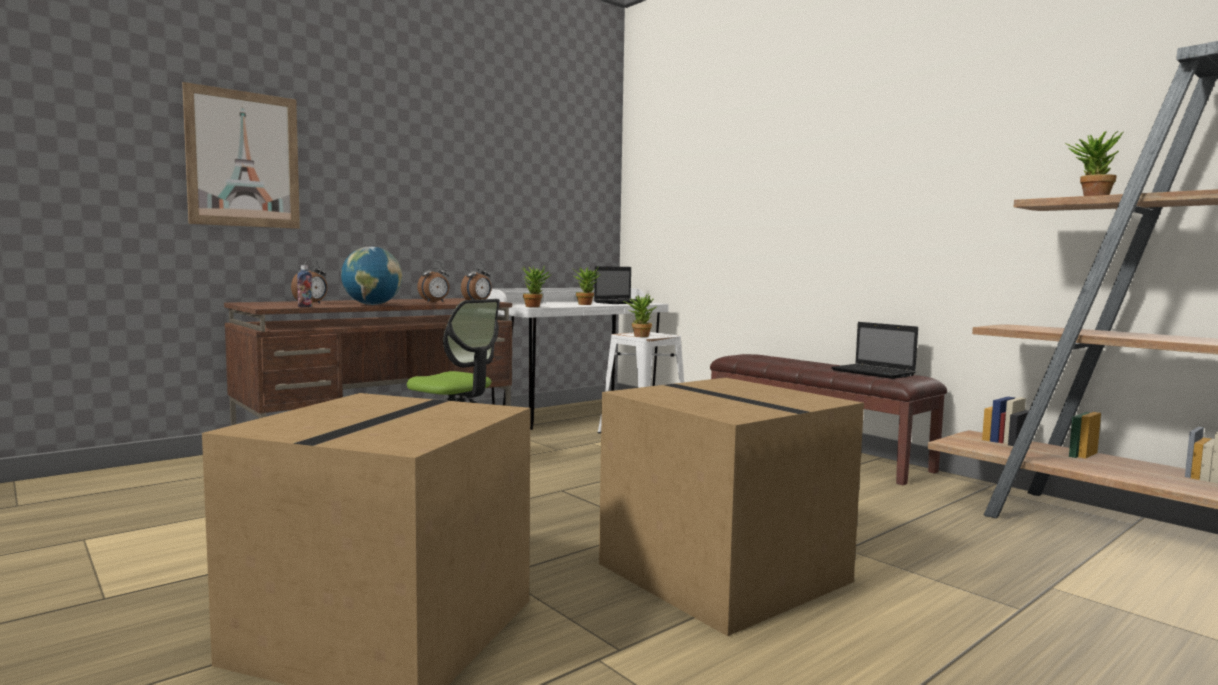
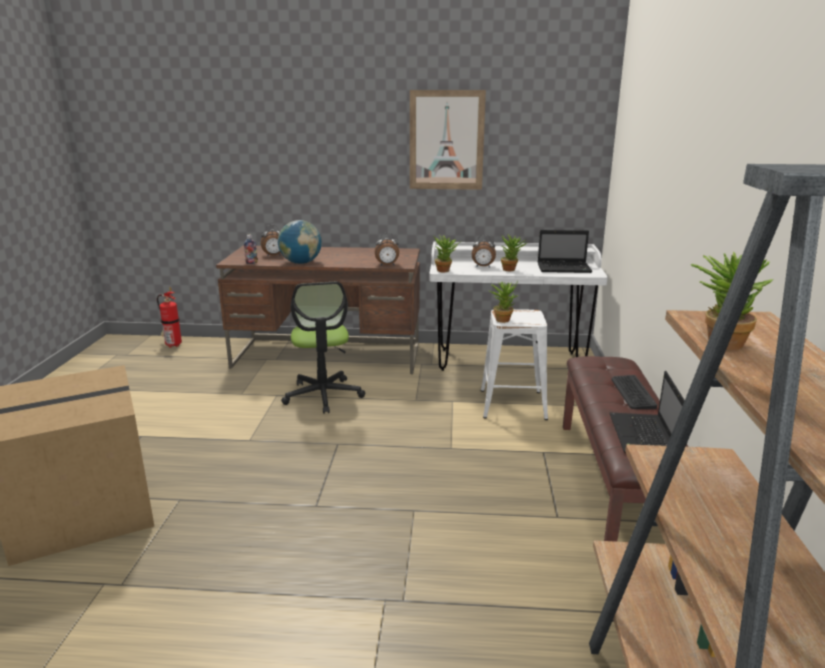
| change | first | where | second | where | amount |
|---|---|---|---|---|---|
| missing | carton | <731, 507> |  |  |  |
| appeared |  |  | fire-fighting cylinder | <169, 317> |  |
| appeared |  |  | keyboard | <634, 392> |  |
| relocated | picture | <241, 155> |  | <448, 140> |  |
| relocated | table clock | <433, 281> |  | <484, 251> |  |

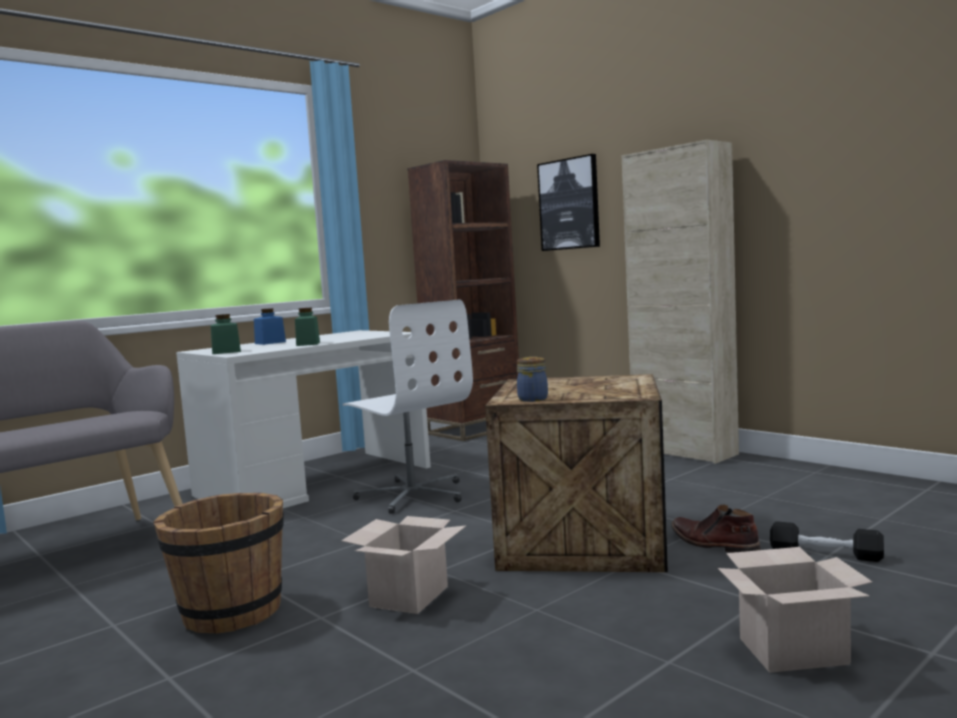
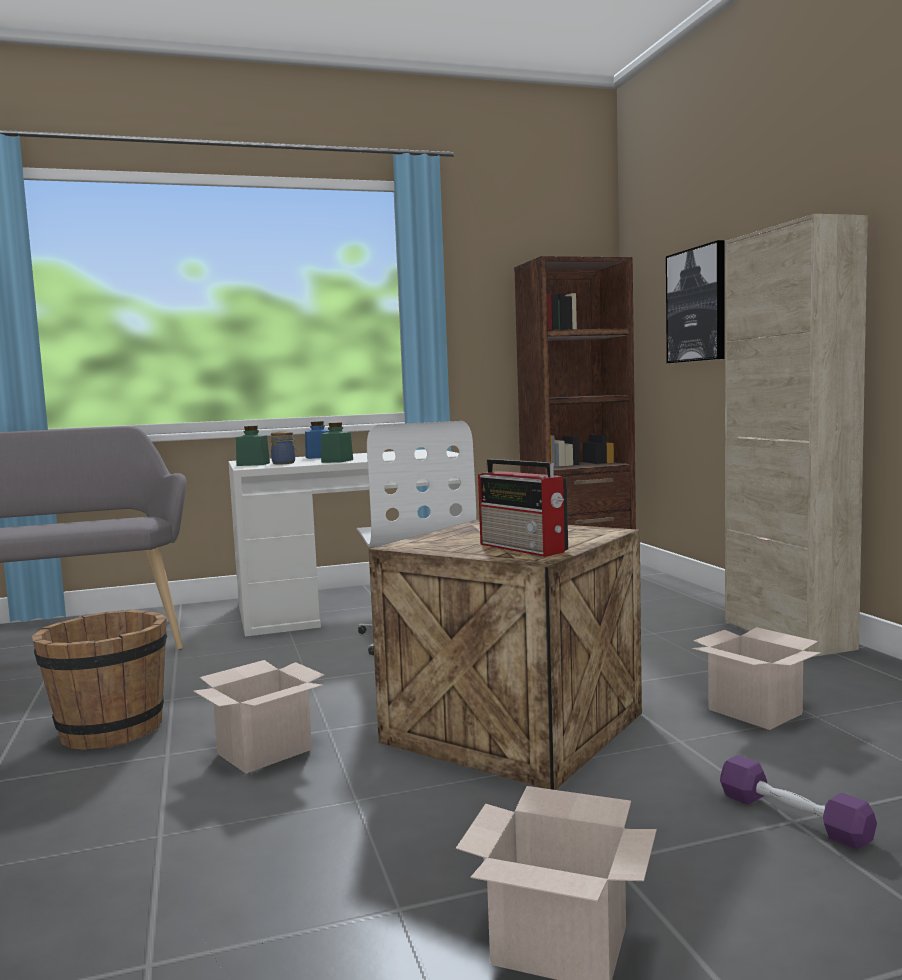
| change | first | where | second | where | amount |
|---|---|---|---|---|---|
| missing | boot in brown | <716, 529> |  |  |  |
| appeared |  |  | radio | <523, 508> |  |
| appeared |  |  | carton | <756, 678> |  |
| relocated | storage jar | <532, 379> |  | <284, 447> |  |
| colour | free weight in black-coloured | <827, 541> | free weight in purple-coloured | <798, 802> |  |

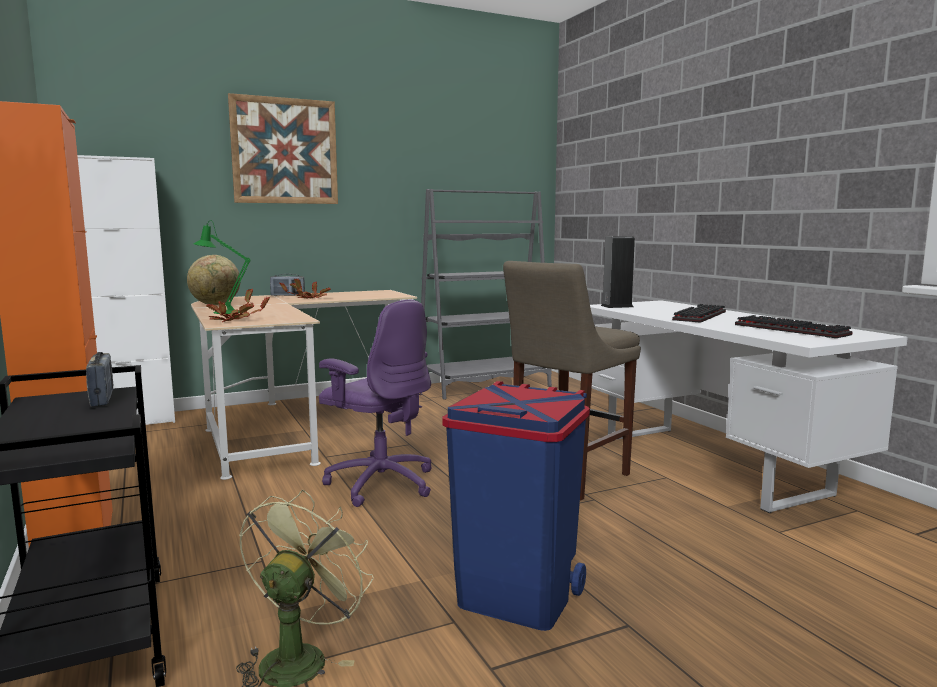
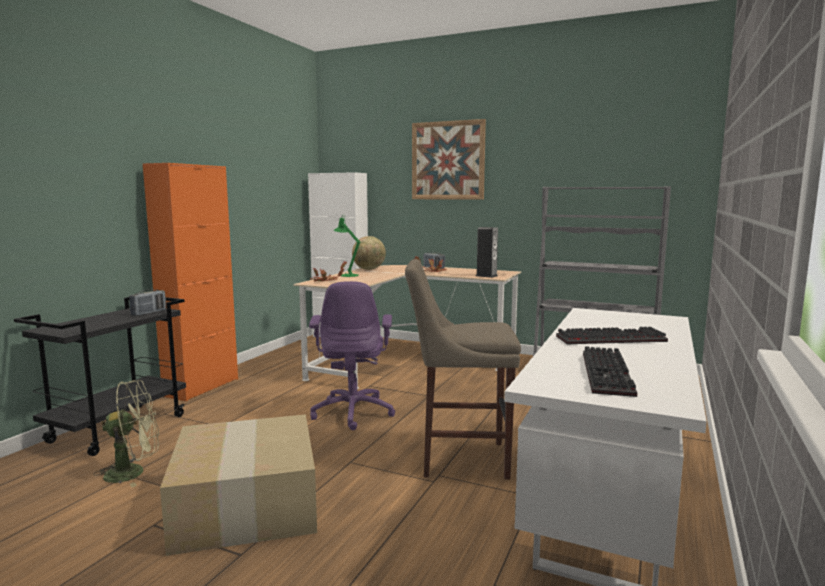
| change | first | where | second | where | amount |
|---|---|---|---|---|---|
| relocated | loudspeaker | <618, 272> |  | <487, 252> |  |
| exchanged | waste bin in blue | <516, 506> | carton | <238, 485> |  |

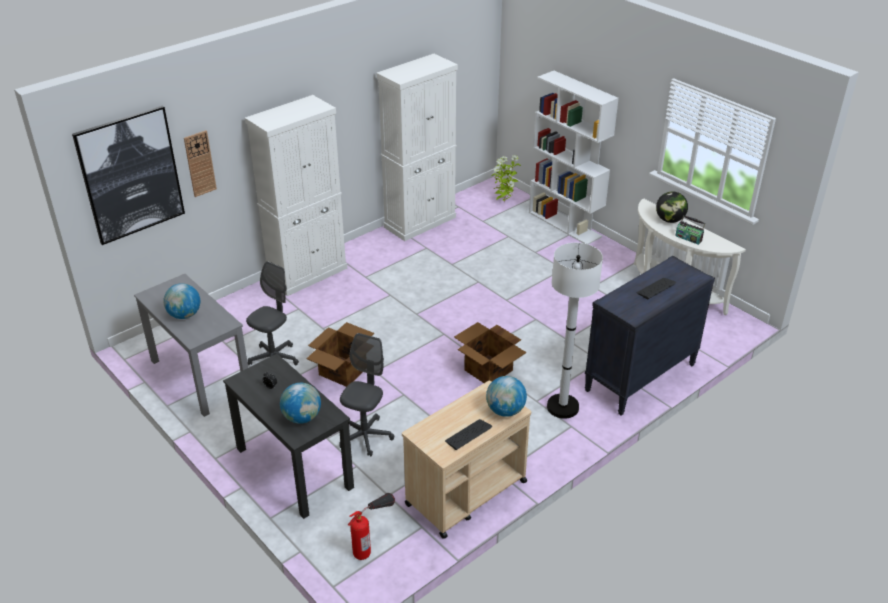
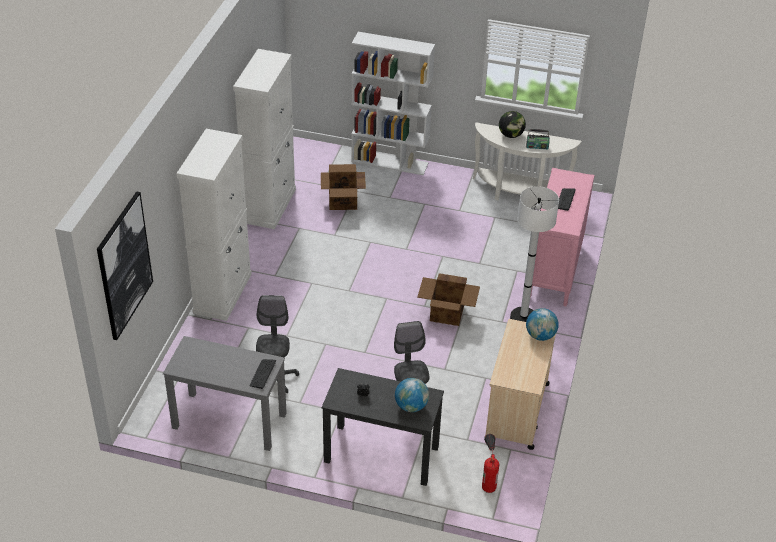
| change | first | where | second | where | amount |
|---|---|---|---|---|---|
| missing | world globe | <181, 301> |  |  |  |
| missing | hanging clock | <200, 163> |  |  |  |
| missing | potted plant | <506, 179> |  |  |  |
| relocated | carton | <340, 354> |  | <343, 187> |  |
| relocated | keyboard | <468, 434> |  | <262, 374> |  |
| colour | drawer chest in black-coloured | <650, 335> | drawer chest in pink-coloured | <562, 237> |  |

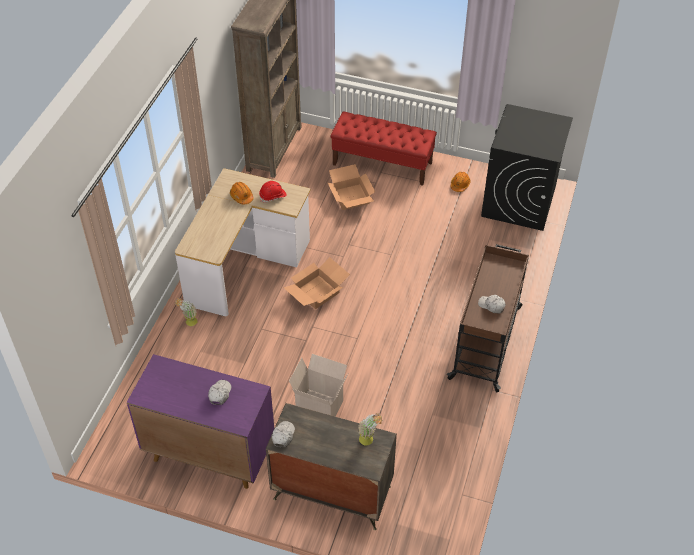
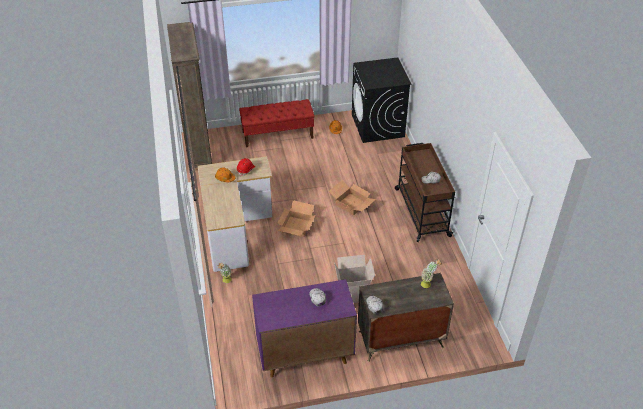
| change | first | where | second | where | amount |
|---|---|---|---|---|---|
| relocated | carton | <351, 187> |  | <352, 197> |  |

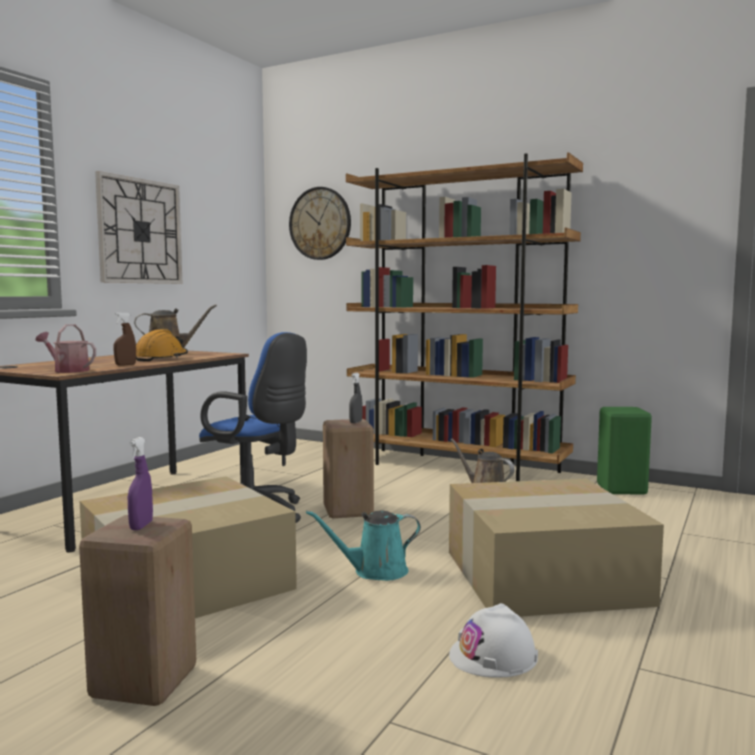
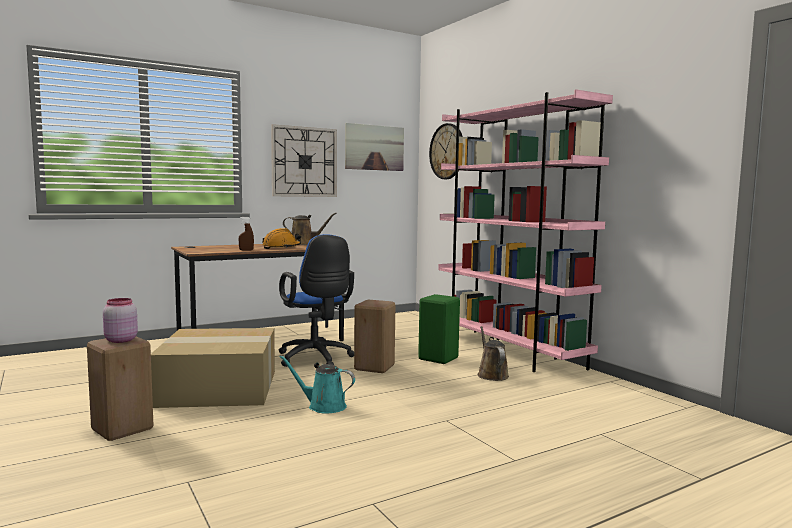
| change | first | where | second | where | amount |
|---|---|---|---|---|---|
| missing | sprinkling can | <65, 348> |  |  |  |
| missing | sprayer in grey | <355, 398> |  |  |  |
| missing | carton | <556, 547> |  |  |  |
| missing | hard hat in whitish | <493, 640> |  |  |  |
| appeared |  |  | picture | <374, 147> |  |
| relocated | stool seat in green | <624, 451> |  | <439, 329> |  |
| exchanged | sprayer in purple-coloured | <140, 483> | storage jar in pink-coloured | <120, 320> |  |
| colour | bookcase in brown | <464, 316> | bookcase in pink-coloured | <525, 231> |  |

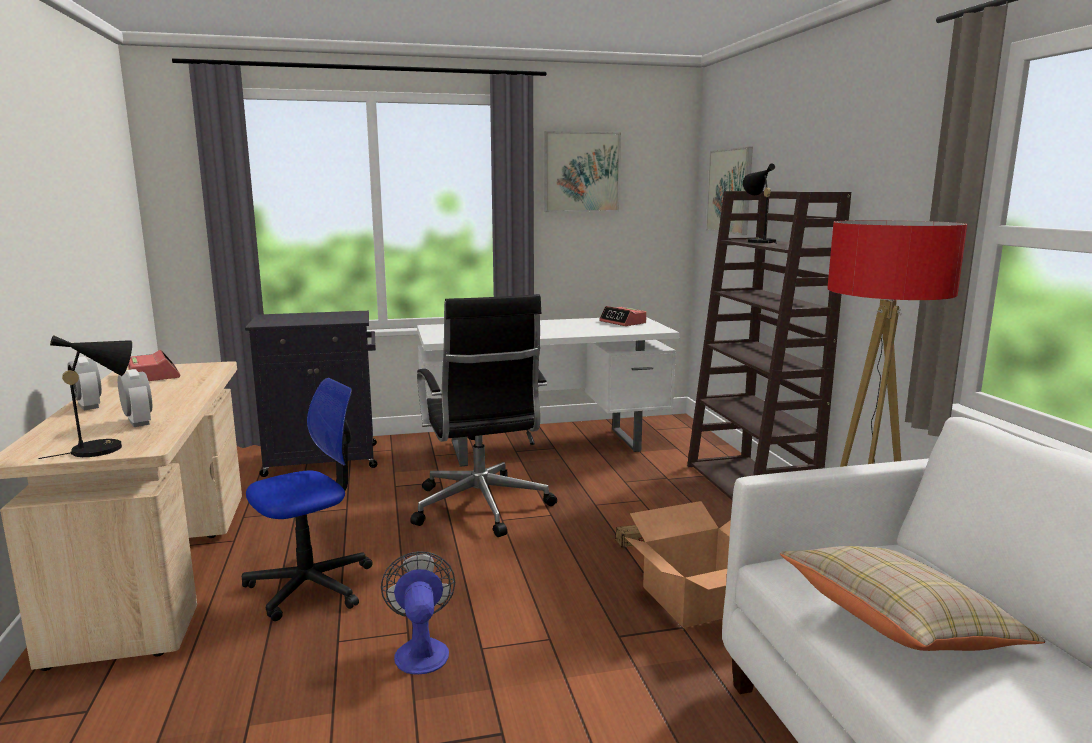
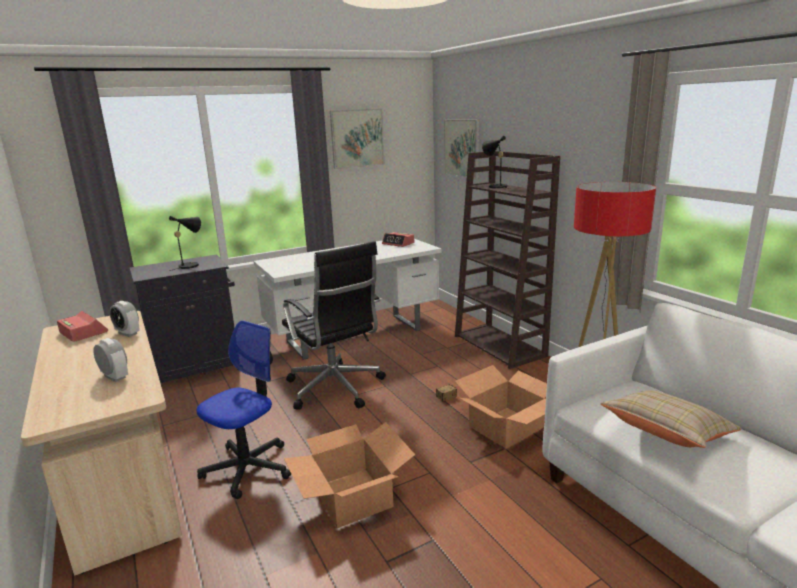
| change | first | where | second | where | amount |
|---|---|---|---|---|---|
| relocated | table lamp in black-coloured | <85, 397> |  | <185, 243> |  |
| relocated | table clock | <84, 383> |  | <124, 319> |  |
| exchanged | cooling fan | <418, 612> | carton | <349, 475> |  |

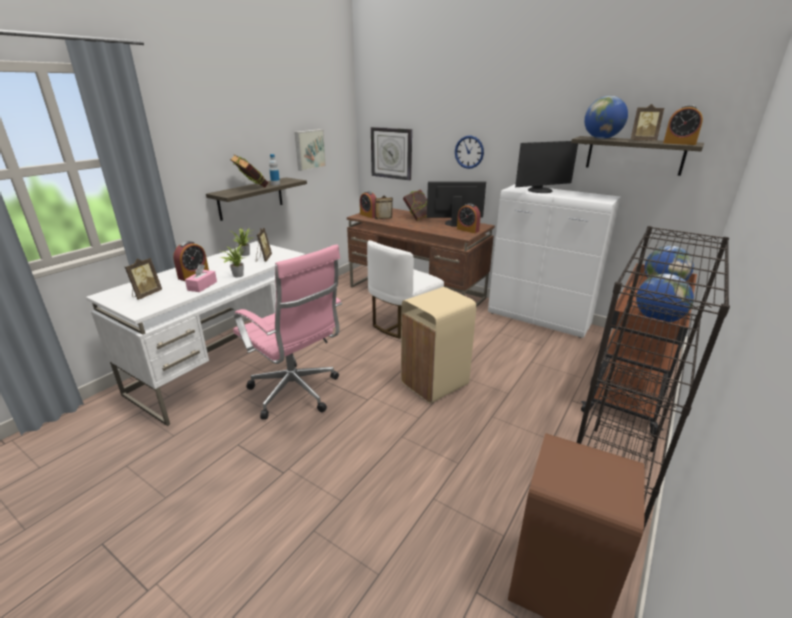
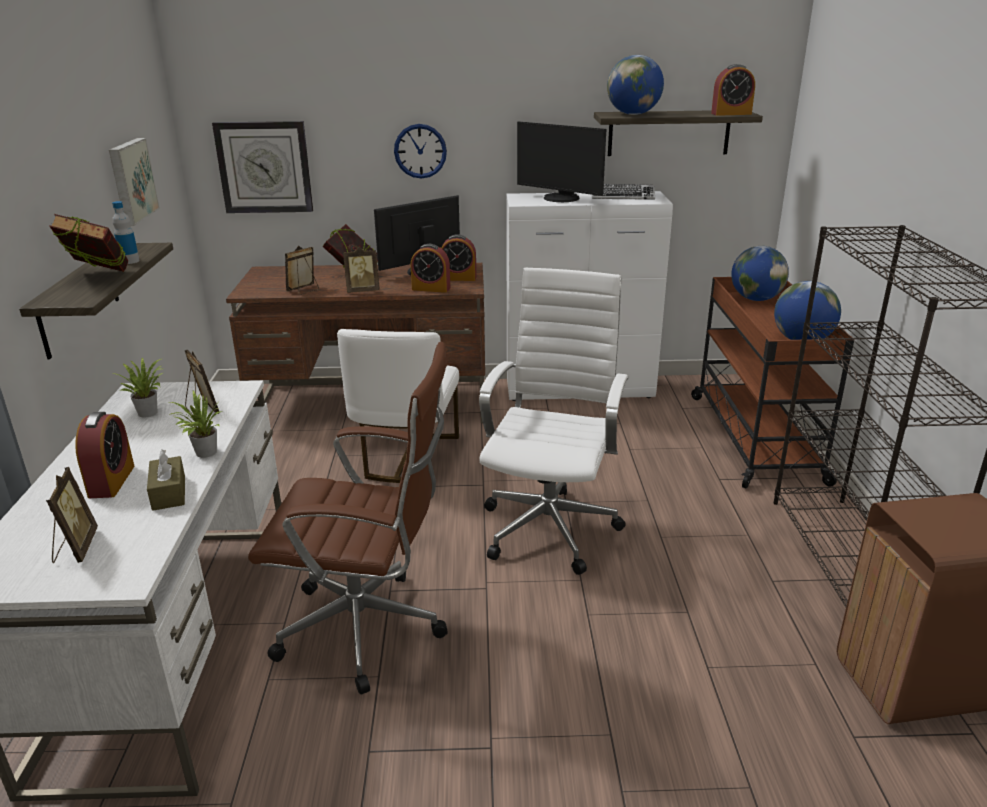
| change | first | where | second | where | amount |
|---|---|---|---|---|---|
| appeared |  |  | keyboard | <623, 192> |  |
| relocated | table clock | <368, 204> |  | <430, 268> |  |
| relocated | picture frame | <647, 122> |  | <361, 270> |  |
| exchanged | waste bin in sand-coloured | <438, 345> | desk chair in whitish | <553, 421> |  |
| colour | box of tissues in pink-coloured | <201, 278> | box of tissues in brown | <166, 480> |  |
| colour | desk chair in pink-coloured | <287, 332> | desk chair in brown | <348, 518> |  |
| spun | computer screen | <546, 167> |  | <561, 161> | 90 degrees clockwise |

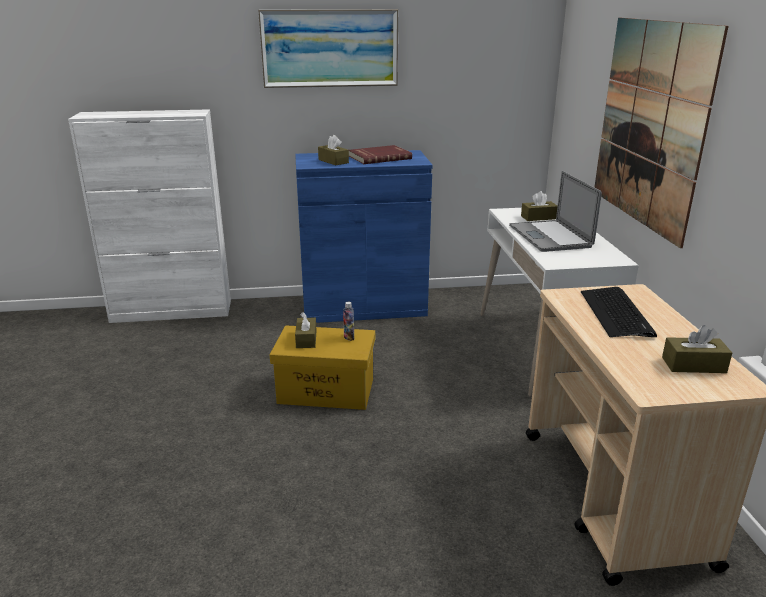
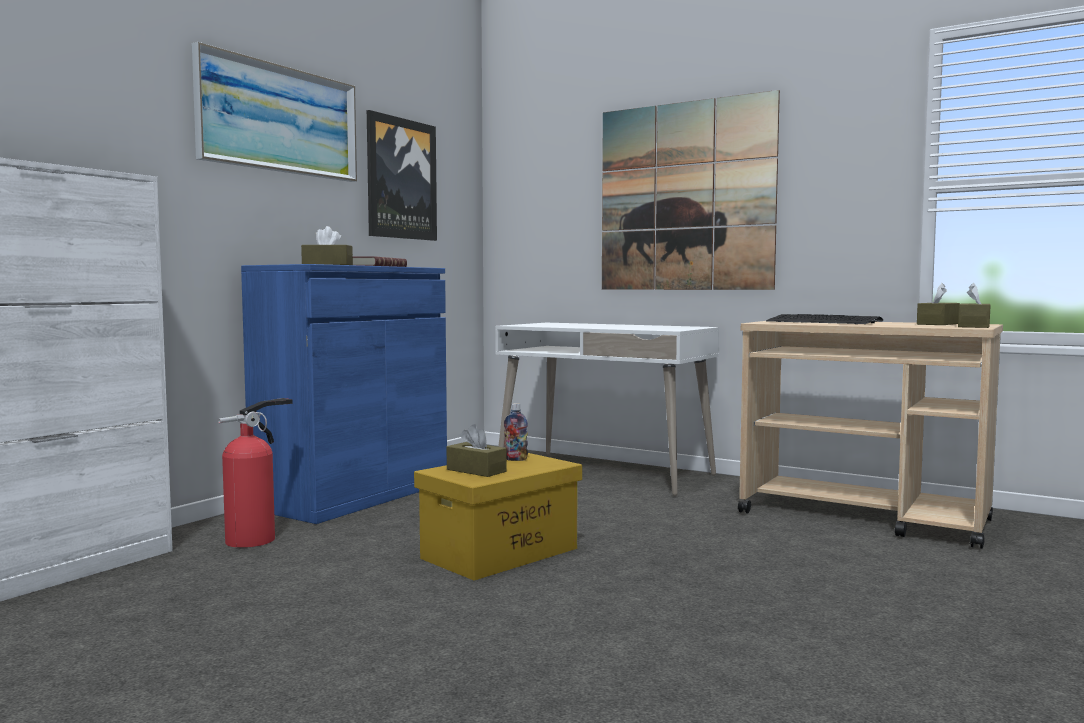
| change | first | where | second | where | amount |
|---|---|---|---|---|---|
| missing | laptop | <555, 211> |  |  |  |
| appeared |  |  | fire-fighting cylinder | <255, 473> |  |
| appeared |  |  | picture | <402, 175> |  |
| relocated | box of tissues in brown | <539, 206> |  | <974, 305> |  |

